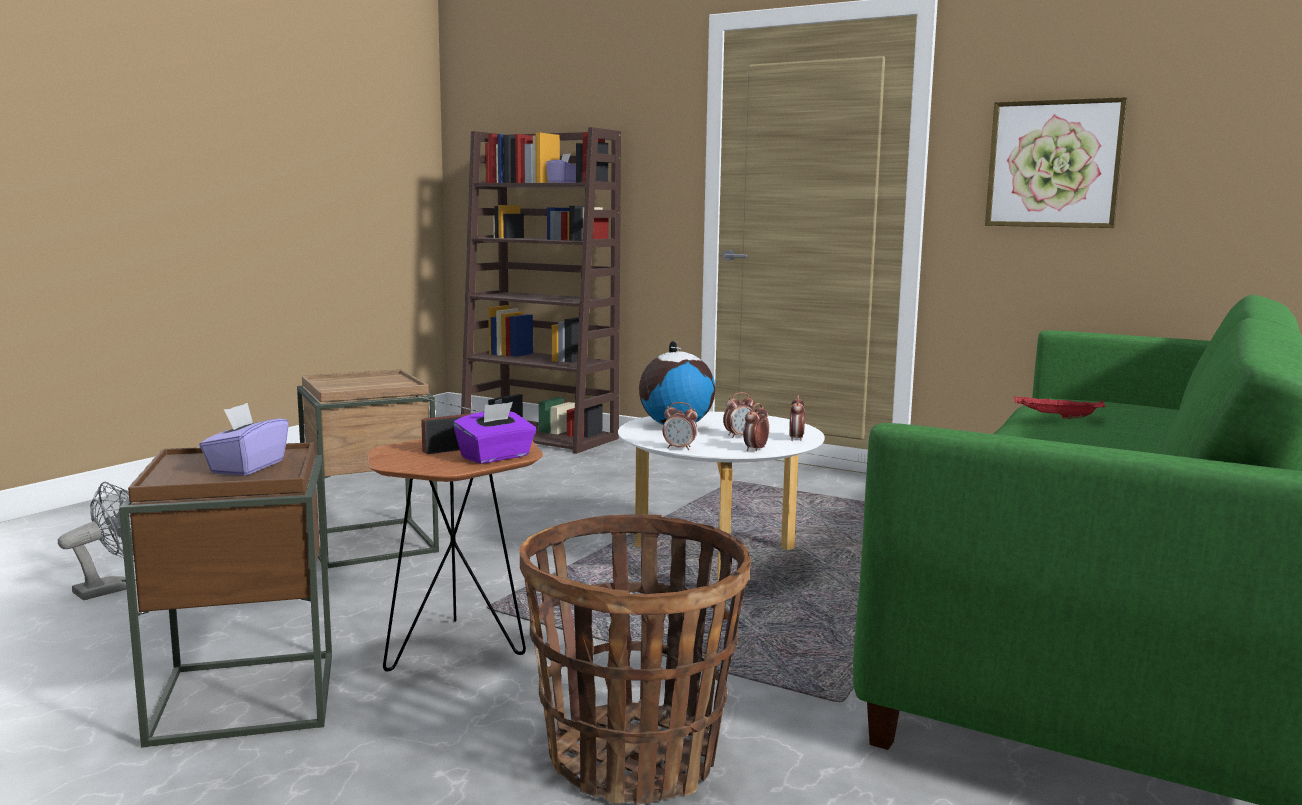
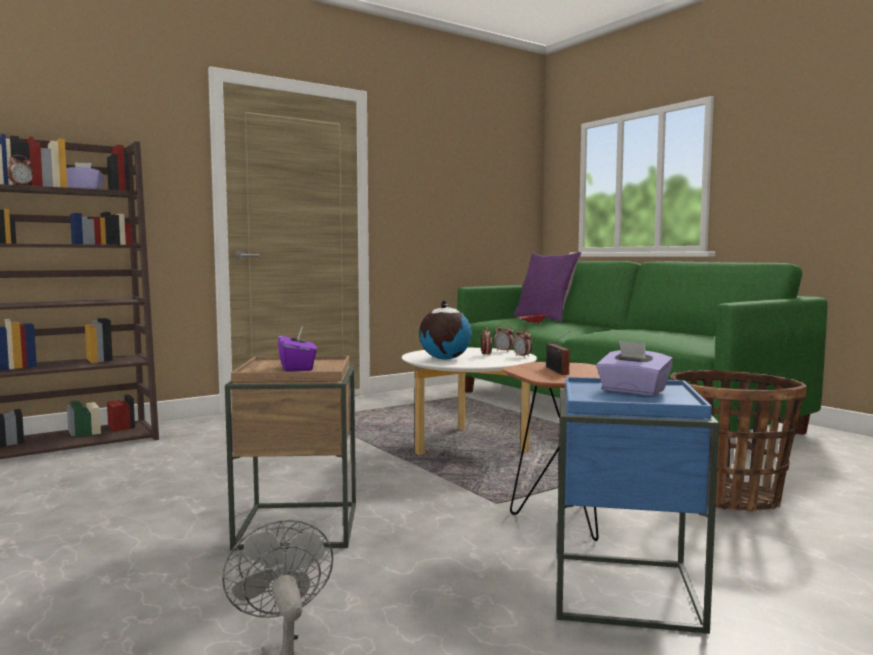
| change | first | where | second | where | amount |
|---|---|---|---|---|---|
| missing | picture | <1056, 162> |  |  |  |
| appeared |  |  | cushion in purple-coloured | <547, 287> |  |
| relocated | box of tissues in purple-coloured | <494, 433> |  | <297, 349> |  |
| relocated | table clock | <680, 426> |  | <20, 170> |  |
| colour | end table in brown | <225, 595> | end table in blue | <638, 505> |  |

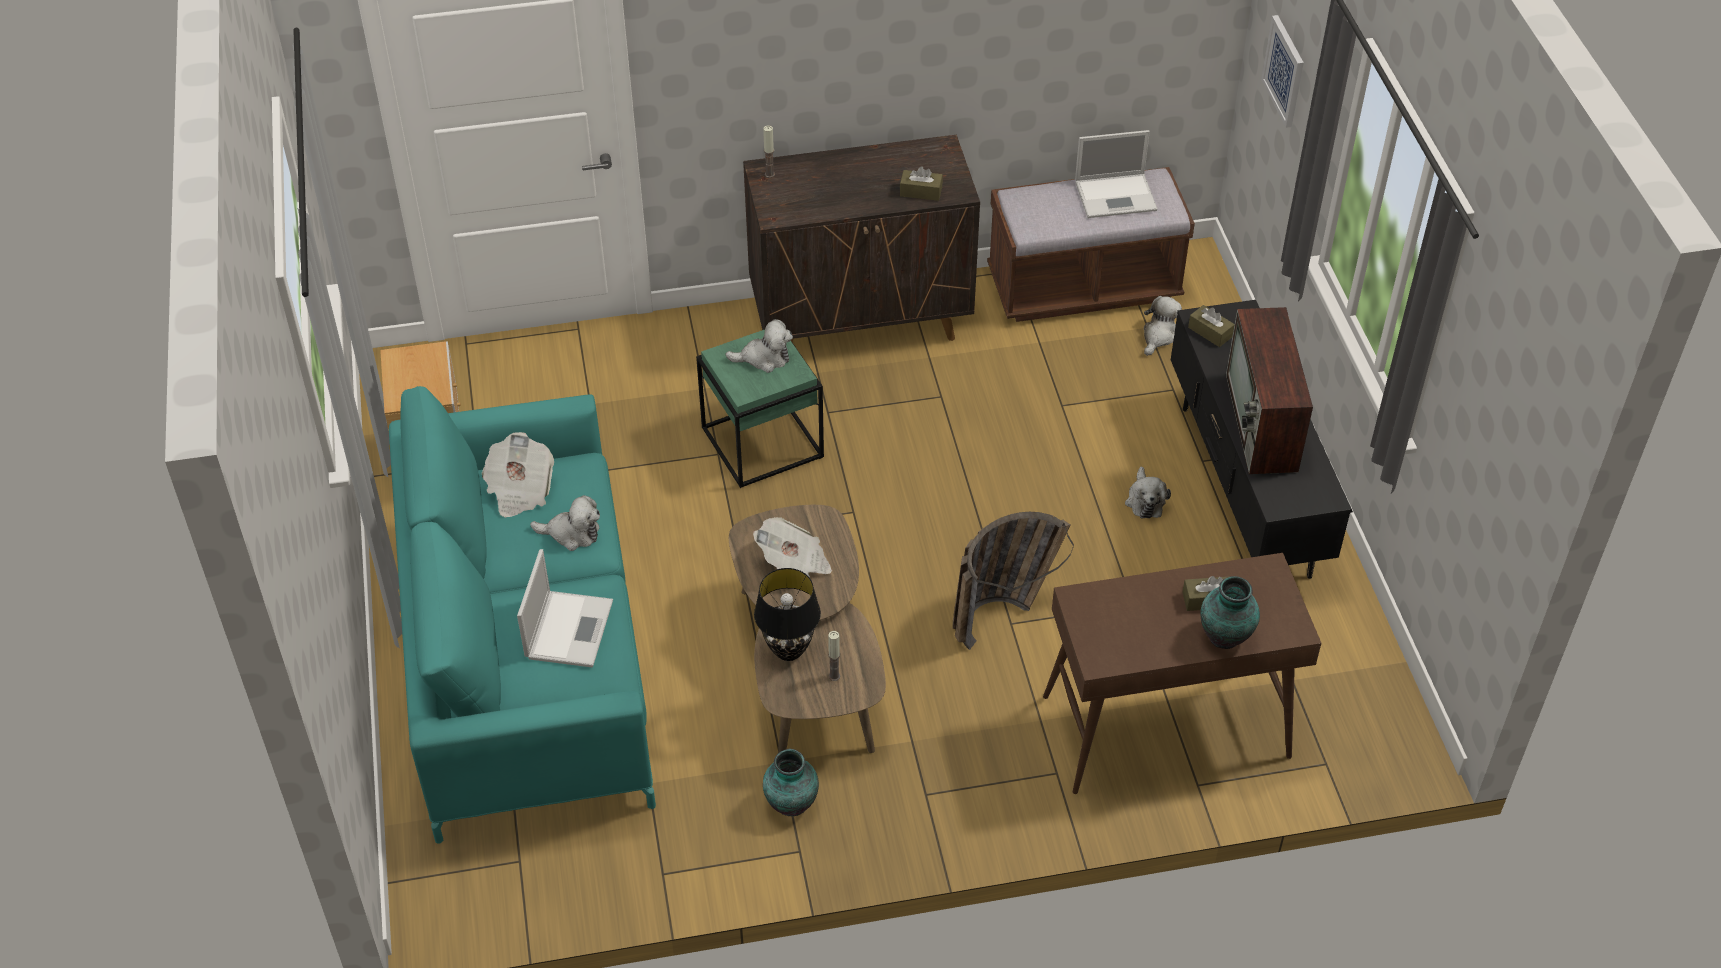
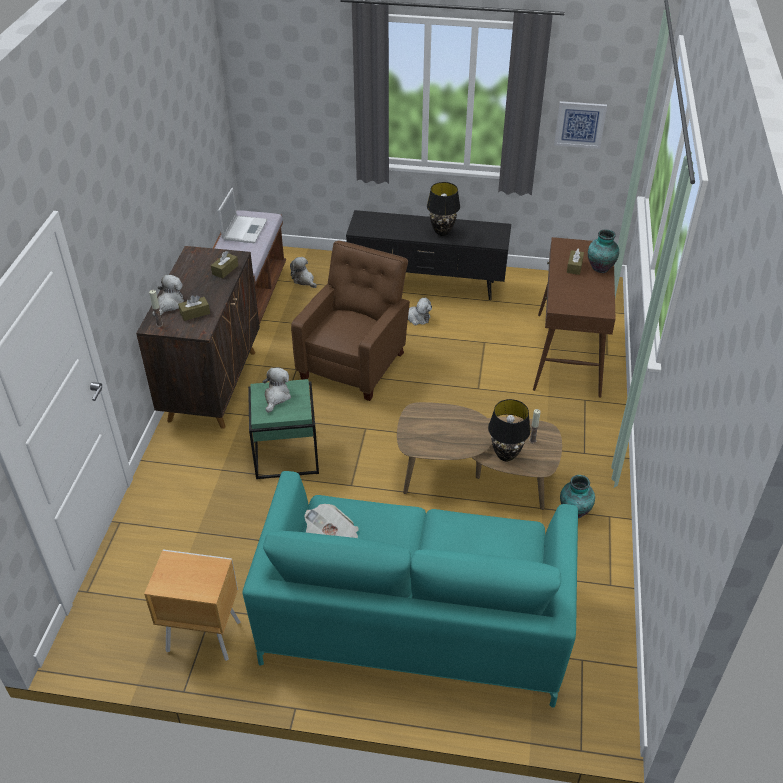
| change | first | where | second | where | amount |
|---|---|---|---|---|---|
| missing | laptop | <565, 608> |  |  |  |
| missing | daily paper | <792, 547> |  |  |  |
| missing | basket | <1013, 581> |  |  |  |
| appeared |  |  | armchair in brown | <350, 320> |  |
| relocated | cuddly toy | <565, 523> |  | <168, 296> |  |
| relocated | box of tissues in brown | <1211, 326> |  | <194, 308> |  |
| relocated | picture | <1282, 71> |  | <580, 125> |  |
| exchanged | TV set | <1269, 390> | table lamp in black-coloured | <443, 209> |  |

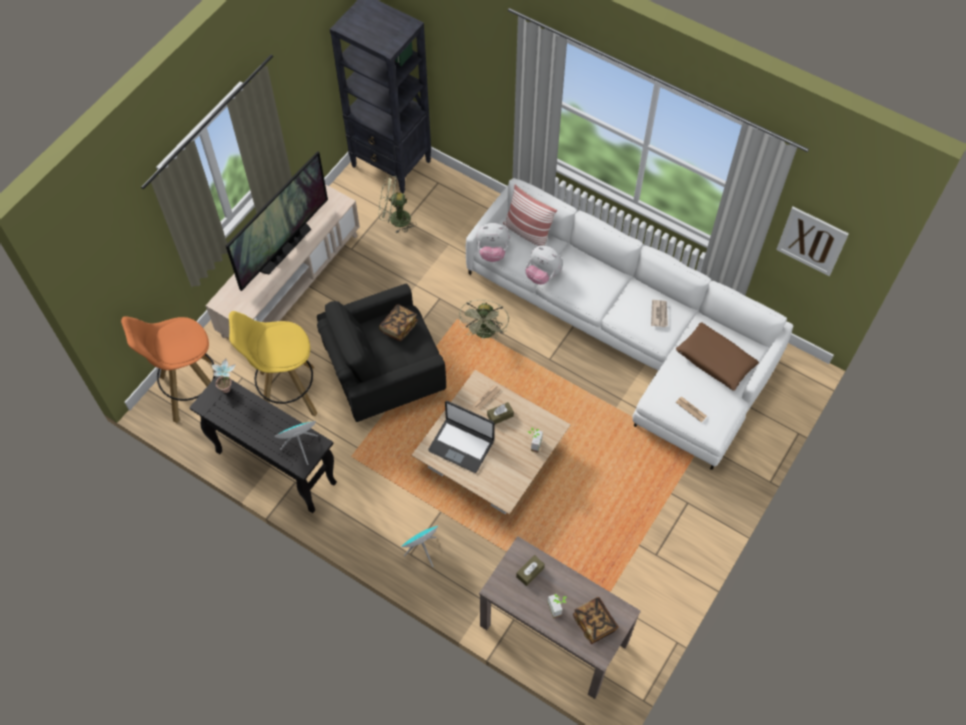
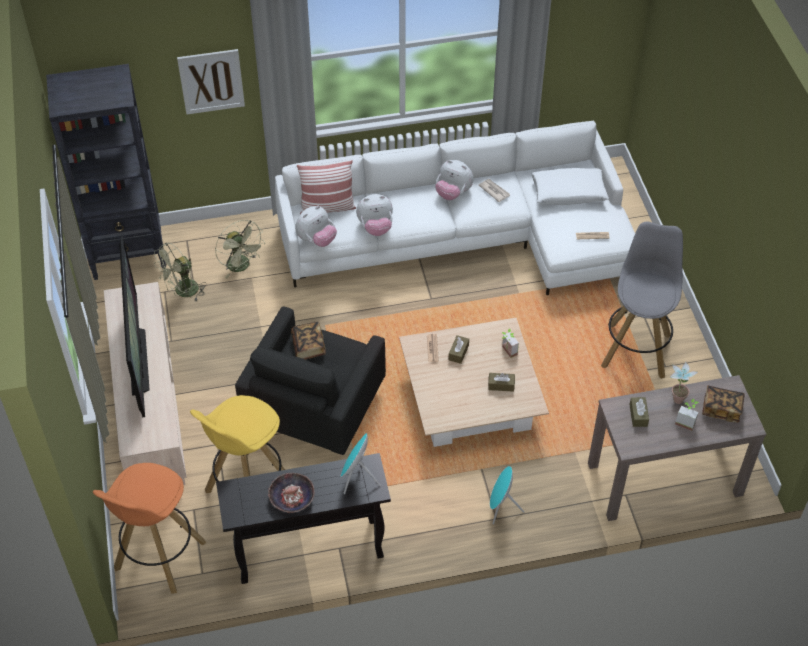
| change | first | where | second | where | amount |
|---|---|---|---|---|---|
| missing | laptop | <461, 437> |  |  |  |
| appeared |  |  | bowl | <291, 493> |  |
| appeared |  |  | cuddly toy | <454, 180> |  |
| appeared |  |  | box of tissues in brown | <501, 382> |  |
| appeared |  |  | stool seat in grey | <642, 300> |  |
| relocated | potted plant | <223, 376> |  | <684, 382> |  |
| relocated | cooling fan in green | <484, 319> |  | <240, 249> |  |
| relocated | picture | <812, 241> |  | <211, 82> |  |
| colour | cushion in brown | <717, 356> | cushion in whitish | <570, 186> |  |

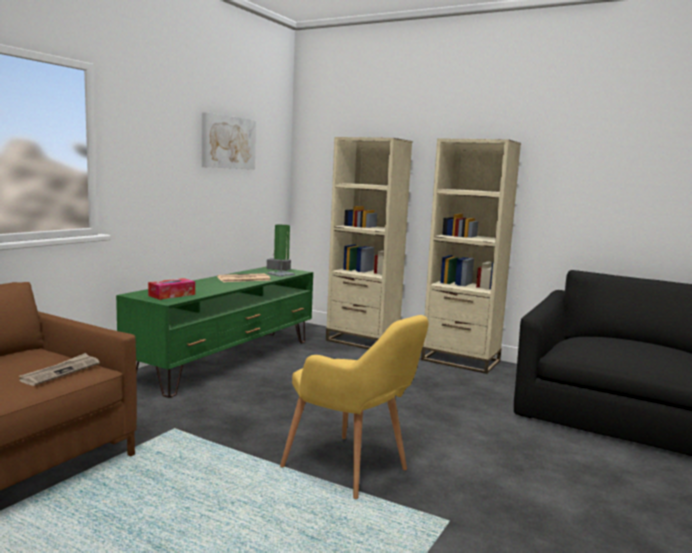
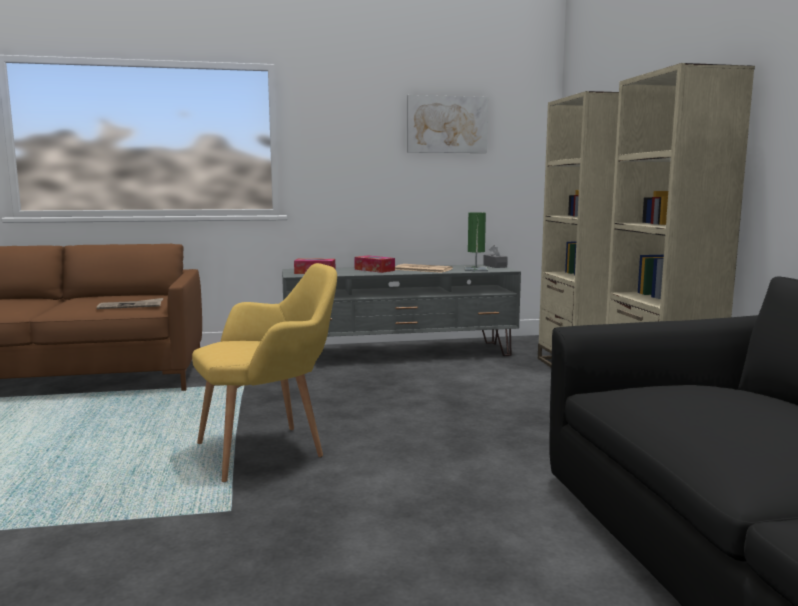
| change | first | where | second | where | amount |
|---|---|---|---|---|---|
| appeared |  |  | box of tissues | <374, 264> |  |
| colour | tv stand in green | <214, 332> | tv stand in grey | <401, 310> |  |
| spun | armchair in yellowish | <354, 407> |  | <264, 372> | 120 degrees counterclockwise |

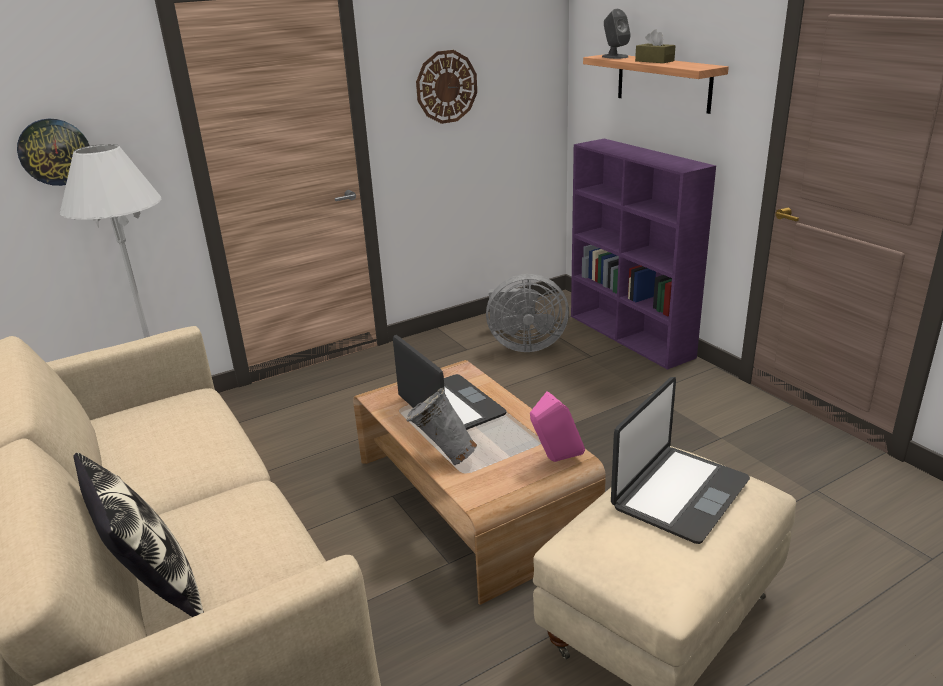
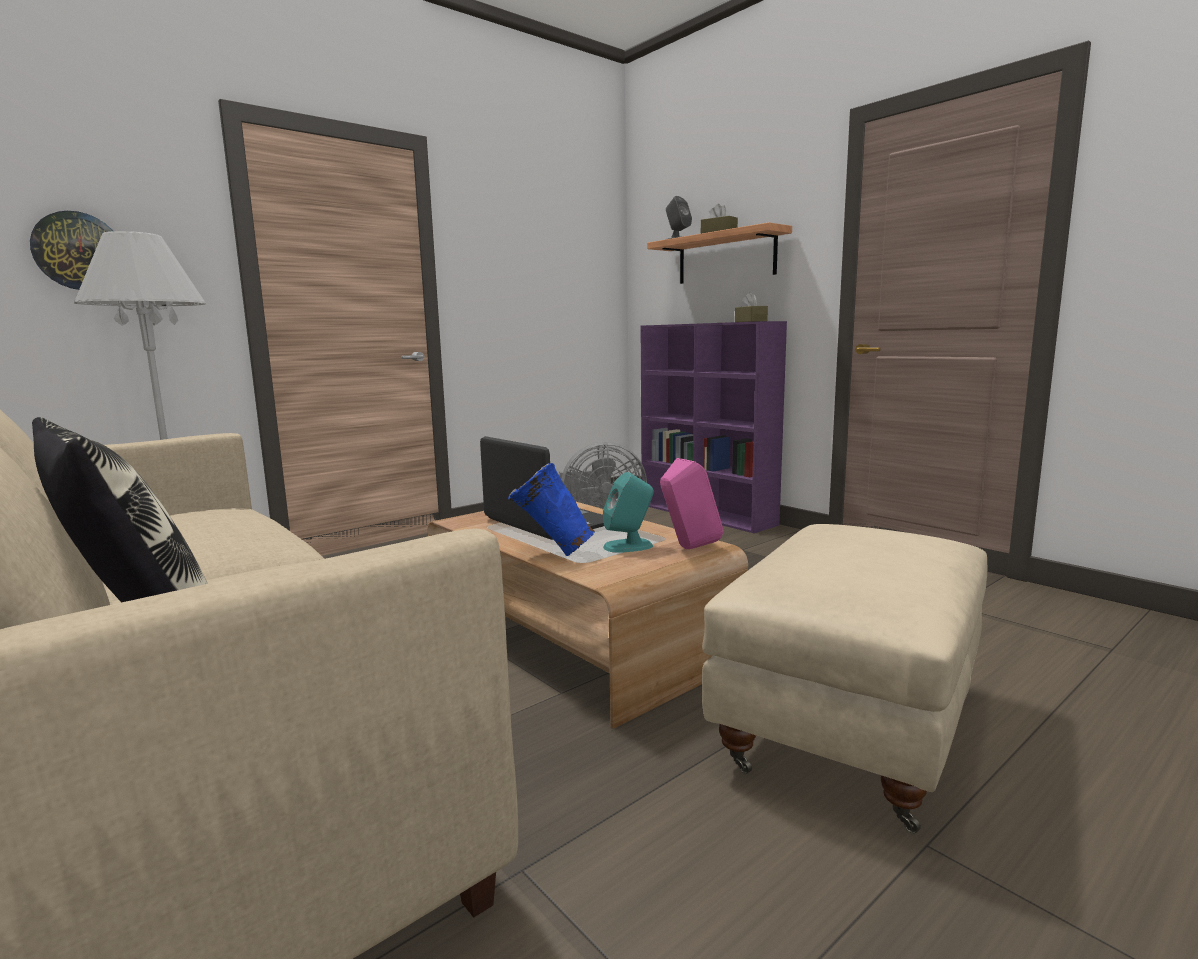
| change | first | where | second | where | amount |
|---|---|---|---|---|---|
| missing | hanging clock | <446, 87> |  |  |  |
| missing | laptop | <680, 460> |  |  |  |
| appeared |  |  | loudspeaker in blue-green | <628, 512> |  |
| appeared |  |  | box of tissues in brown | <751, 307> |  |
| colour | decorative vase in grey | <441, 426> | decorative vase in blue | <551, 509> |  |

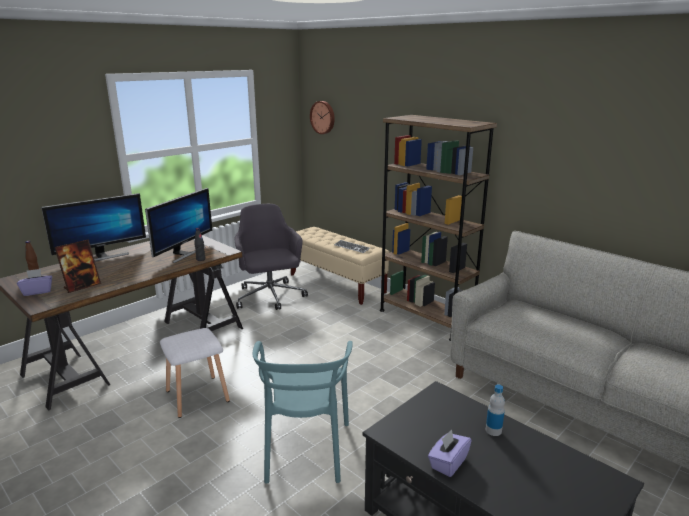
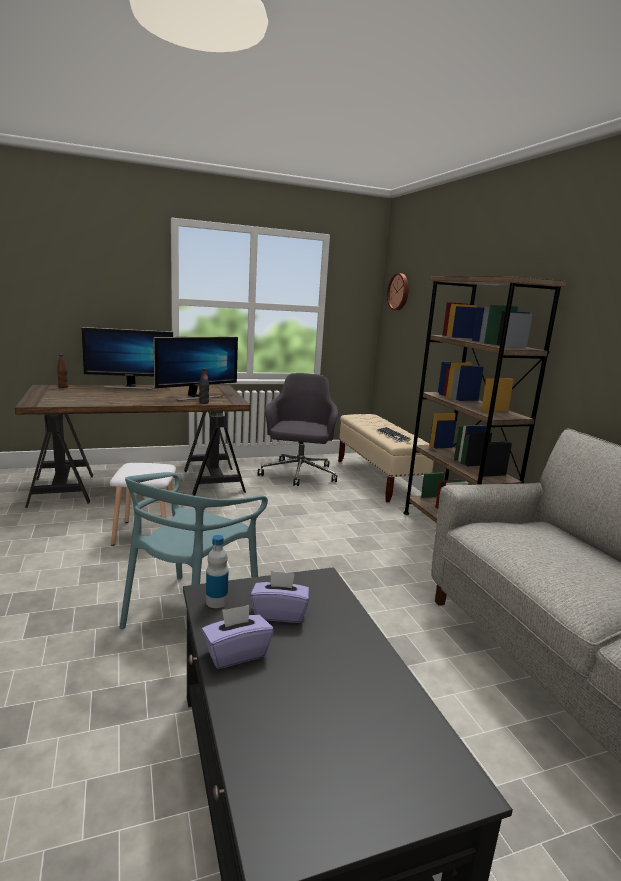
| change | first | where | second | where | amount |
|---|---|---|---|---|---|
| missing | picture frame | <78, 266> |  |  |  |
| relocated | box of tissues in purple-coloured | <34, 282> |  | <279, 597> |  |
| relocated | bottle | <495, 410> |  | <217, 571> |  |

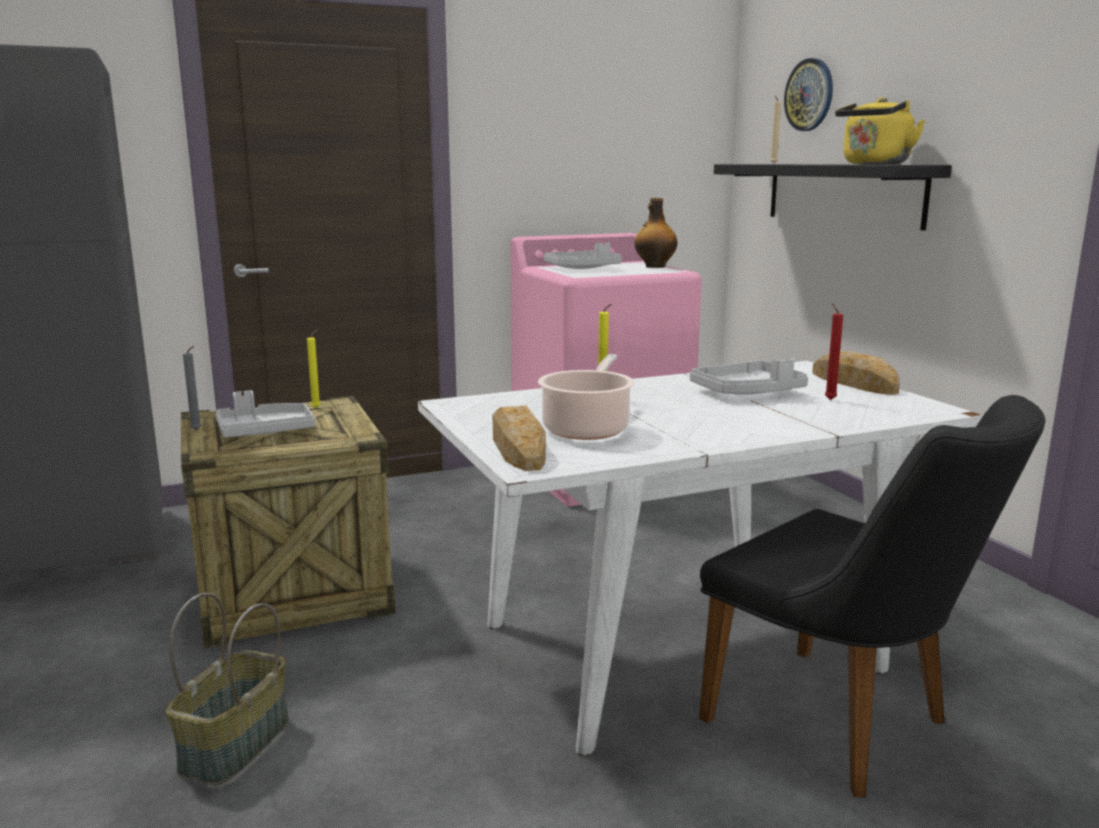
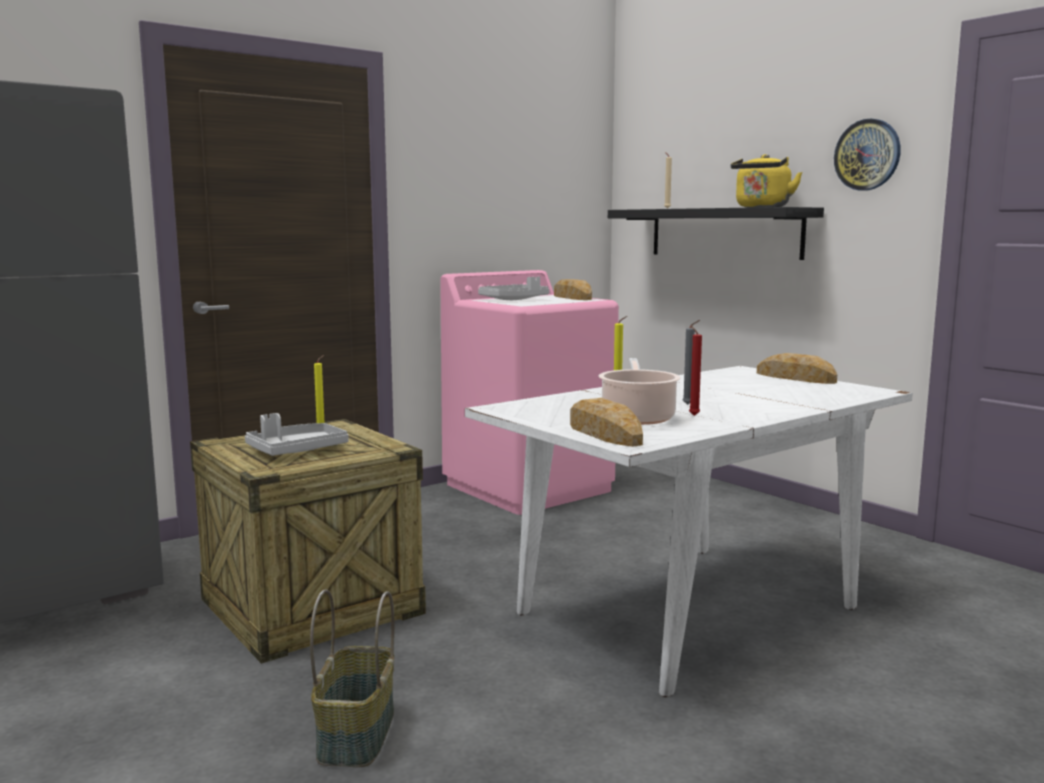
| change | first | where | second | where | amount |
|---|---|---|---|---|---|
| missing | serving tray in grey | <749, 376> |  |  |  |
| missing | upright chair in black-coloured | <872, 596> |  |  |  |
| relocated | wax candle in grey | <192, 388> |  | <691, 362> |  |
| relocated | hanging clock | <808, 94> |  | <867, 155> |  |
| relocated | wax candle in red | <834, 351> |  | <695, 370> |  |
| exchanged | bottle | <655, 233> | bakery bread | <573, 289> |  |

